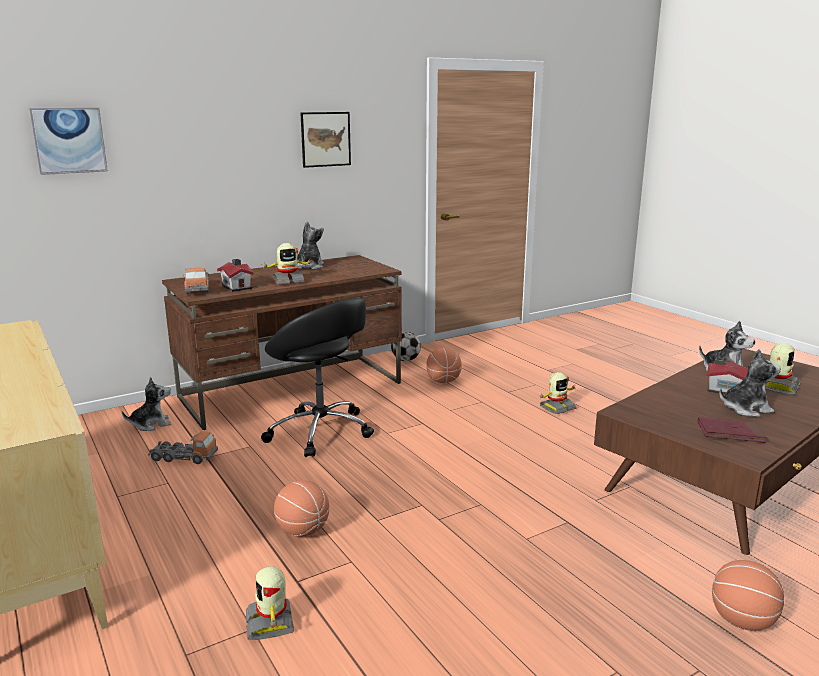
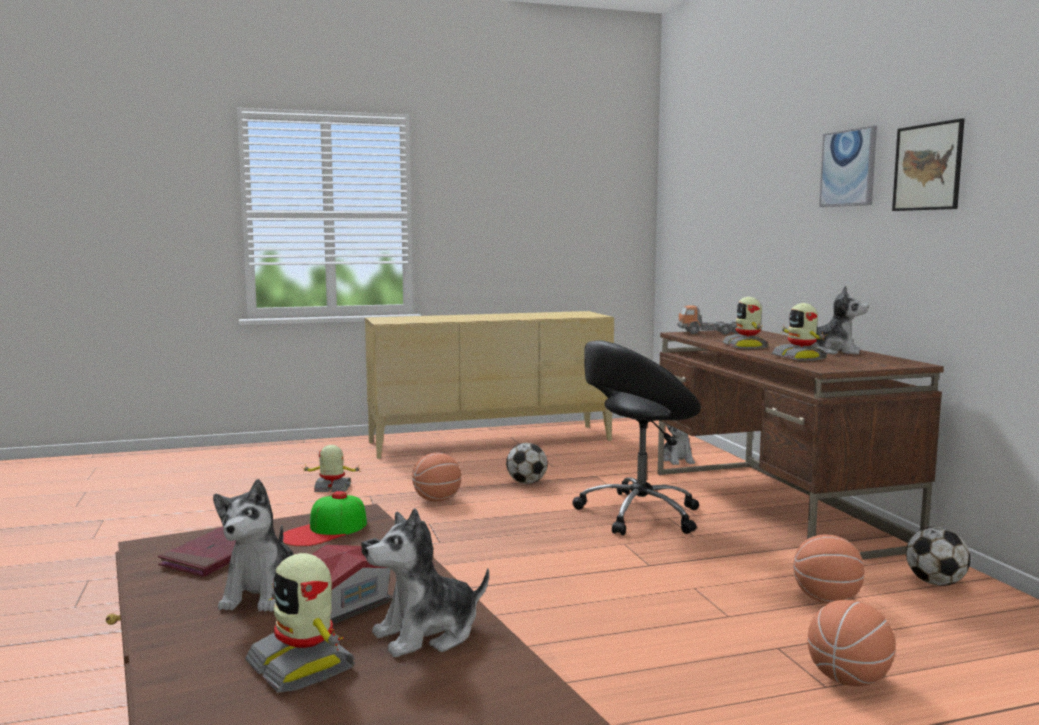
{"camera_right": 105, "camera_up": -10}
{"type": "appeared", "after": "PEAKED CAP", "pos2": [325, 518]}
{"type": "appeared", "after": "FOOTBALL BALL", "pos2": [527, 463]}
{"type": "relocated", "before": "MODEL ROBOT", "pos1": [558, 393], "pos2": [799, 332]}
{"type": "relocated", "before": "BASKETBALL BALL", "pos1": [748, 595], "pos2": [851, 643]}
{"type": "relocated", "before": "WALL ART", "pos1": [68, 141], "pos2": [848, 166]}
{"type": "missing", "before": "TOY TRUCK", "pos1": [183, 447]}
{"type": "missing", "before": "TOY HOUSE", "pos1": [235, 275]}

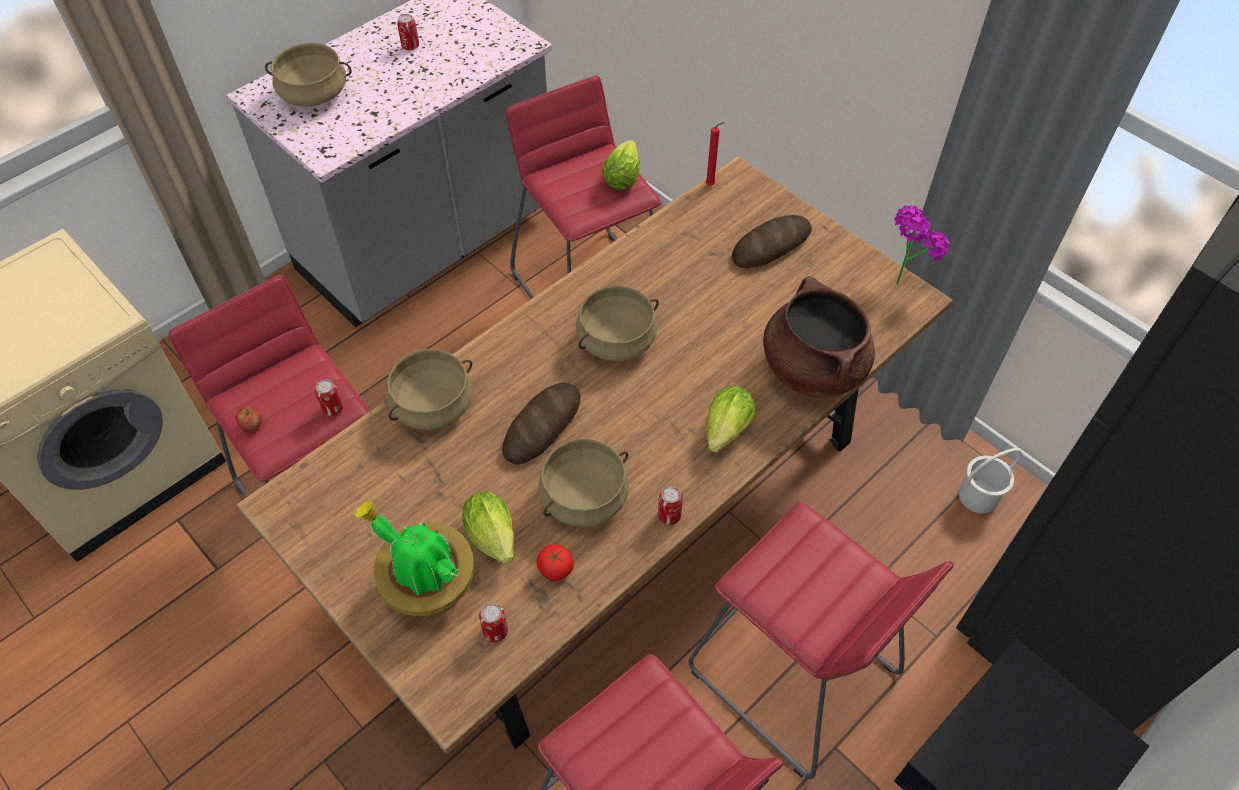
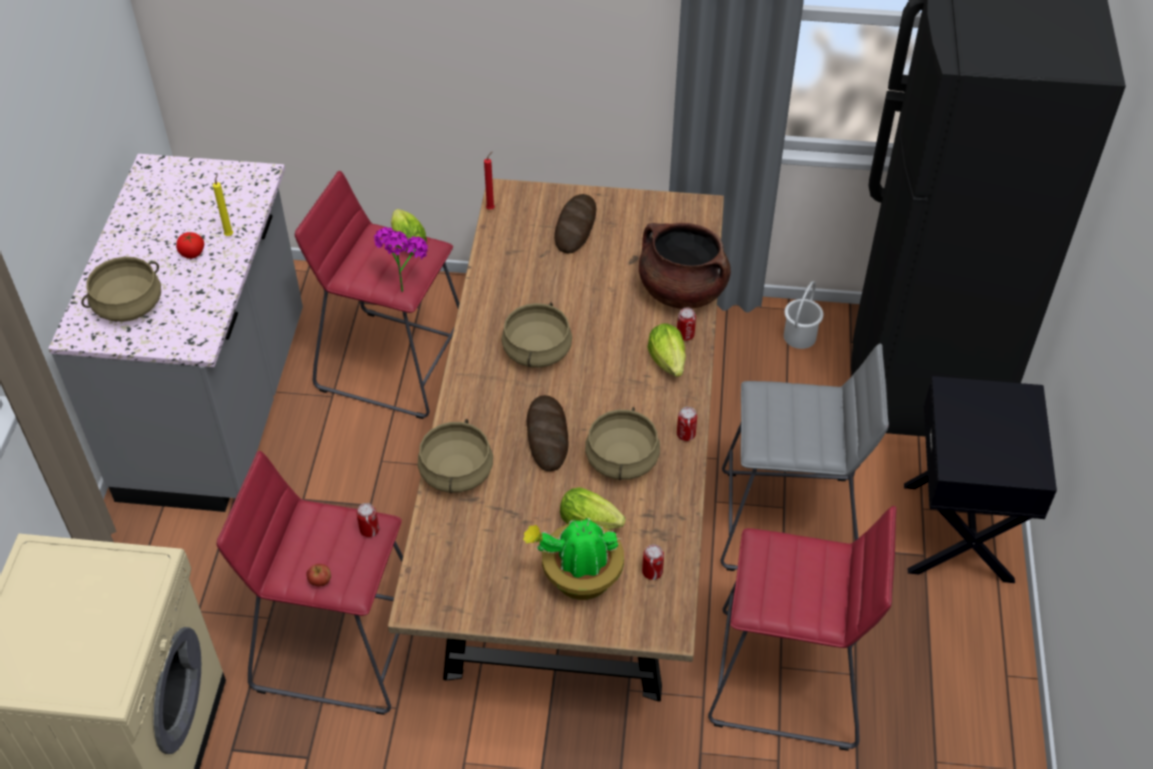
{"camera_right": -40, "camera_up": -5}
{"type": "relocated", "before": "WHOLE TOMATO", "pos1": [555, 562], "pos2": [190, 245]}
{"type": "appeared", "after": "YELLOW WAX LIGHT", "pos2": [223, 204]}
{"type": "relocated", "before": "POTTED PLANT", "pos1": [922, 245], "pos2": [401, 259]}
{"type": "relocated", "before": "SEALED CAN", "pos1": [408, 32], "pos2": [686, 324]}
{"type": "colour", "before": "RED SITTING STOOL", "after": "GREY SITTING STOOL", "pos1": [821, 640], "pos2": [805, 457]}

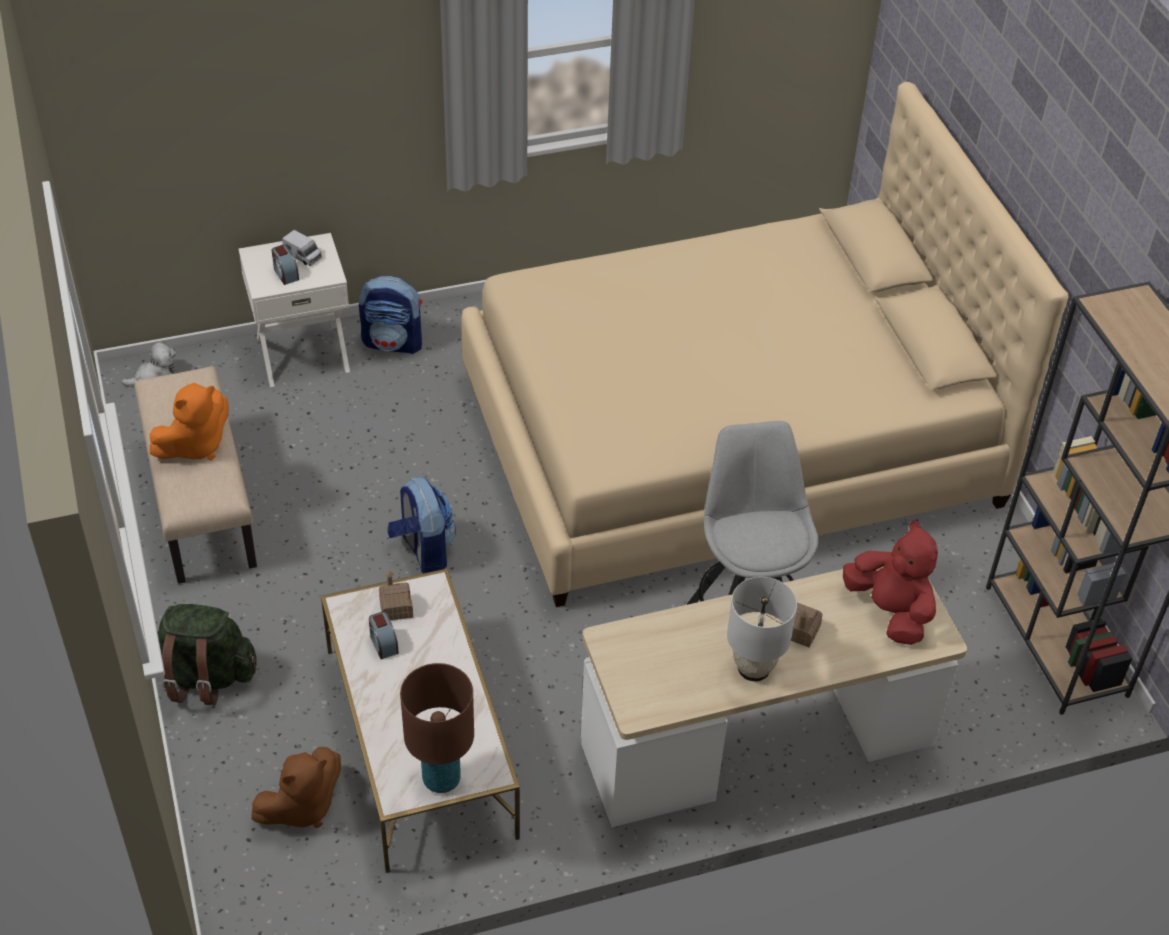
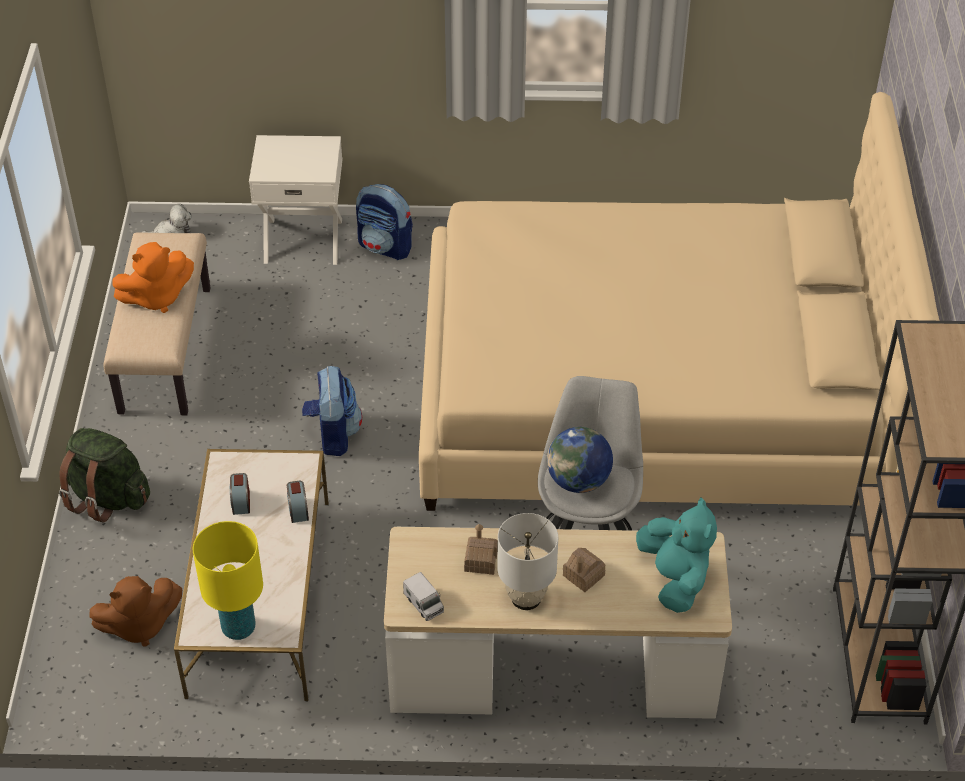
{"camera_right": 20, "camera_up": 0}
{"type": "colour", "before": "BROWNISH LAMP FOR A TABLE", "after": "YELLOW LAMP FOR A TABLE", "pos1": [437, 728], "pos2": [228, 580]}
{"type": "relocated", "before": "TABLE CLOCK", "pos1": [285, 265], "pos2": [298, 502]}
{"type": "relocated", "before": "TOY TRUCK", "pos1": [302, 248], "pos2": [423, 596]}
{"type": "relocated", "before": "TOY HOUSE", "pos1": [396, 596], "pos2": [481, 549]}
{"type": "appeared", "after": "WORLD GLOBE", "pos2": [580, 460]}
{"type": "colour", "before": "RED PLUSH TOY", "after": "BLUE-GREEN PLUSH TOY", "pos1": [890, 582], "pos2": [676, 555]}

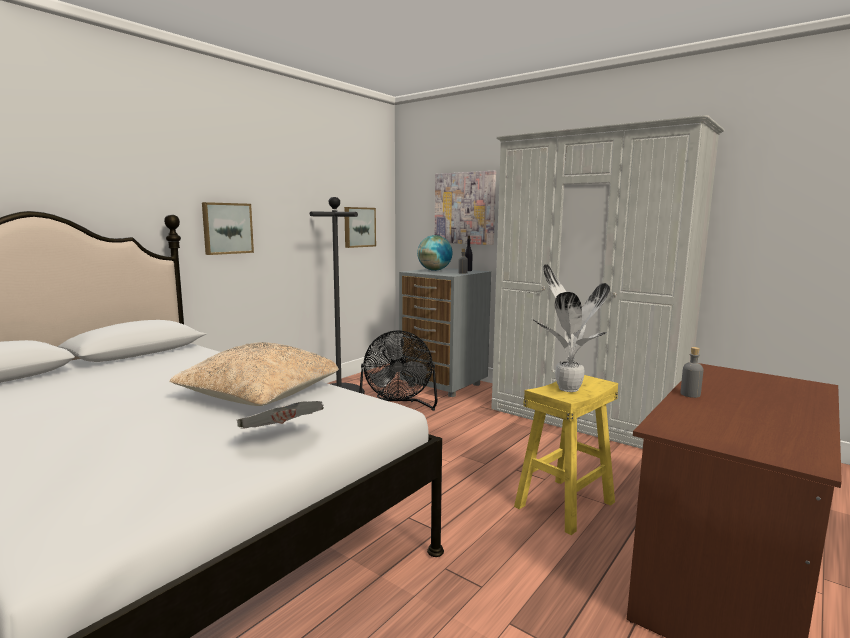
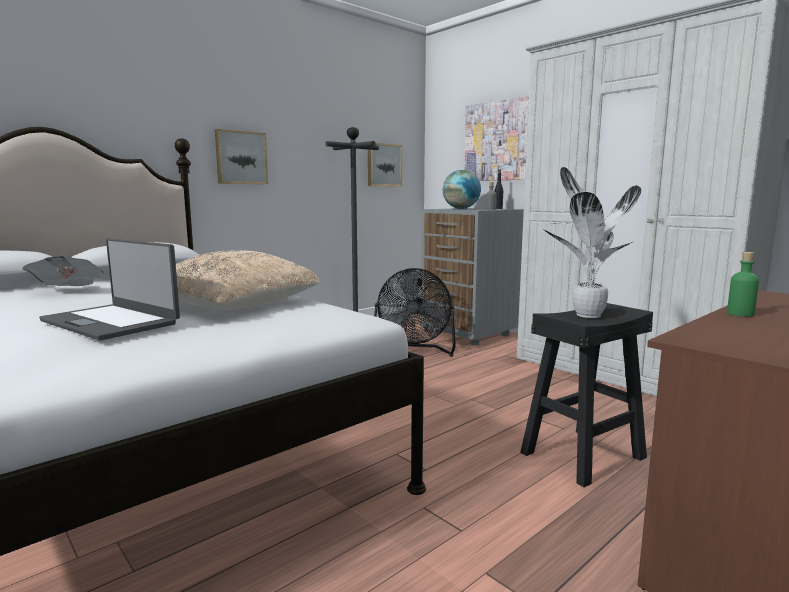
{"camera_right": 10, "camera_up": 0}
{"type": "relocated", "before": "DAILY PAPER", "pos1": [280, 415], "pos2": [63, 271]}
{"type": "appeared", "after": "PORTABLE COMPUTER", "pos2": [109, 289]}
{"type": "colour", "before": "YELLOW SITTING STOOL", "after": "BLACK SITTING STOOL", "pos1": [566, 455], "pos2": [586, 395]}
{"type": "colour", "before": "GREY BOTTLE", "after": "GREEN-COLOURED BOTTLE", "pos1": [692, 372], "pos2": [743, 284]}

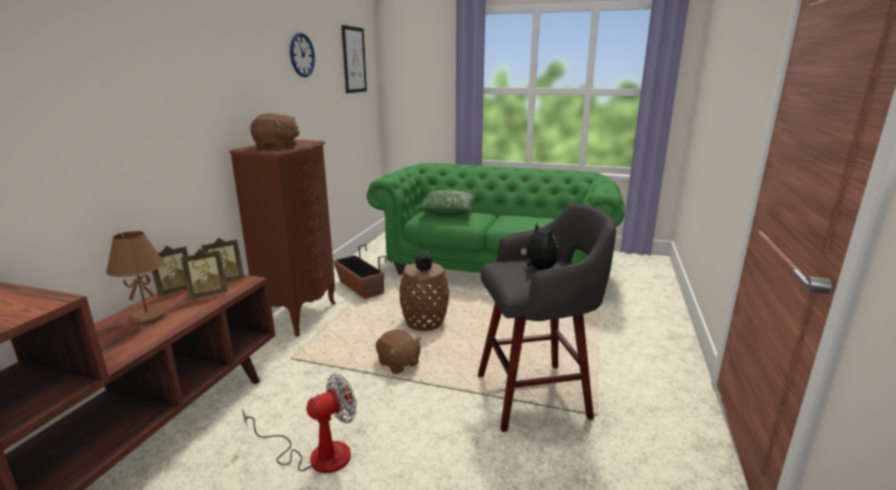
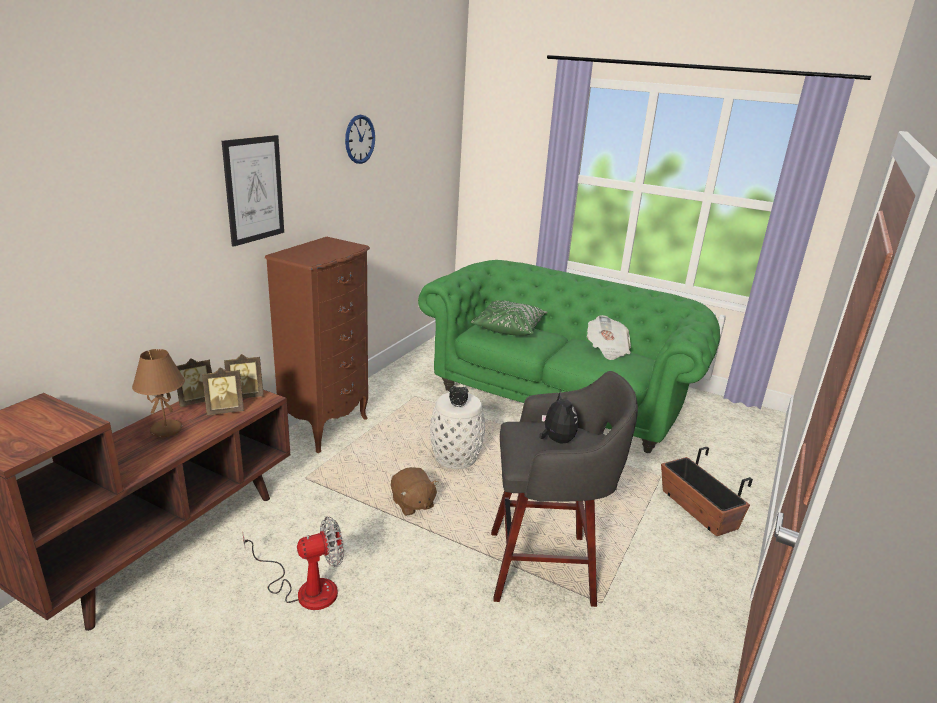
{"camera_right": 10, "camera_up": 5}
{"type": "relocated", "before": "WALL ART", "pos1": [354, 59], "pos2": [253, 191]}
{"type": "colour", "before": "BROWNISH SITTING STOOL", "after": "WHITE-COLOURED SITTING STOOL", "pos1": [424, 297], "pos2": [457, 431]}
{"type": "appeared", "after": "DAILY PAPER", "pos2": [609, 337]}
{"type": "relocated", "before": "FLOWER POT", "pos1": [359, 271], "pos2": [707, 491]}
{"type": "missing", "before": "BROWNISH PLUSH TOY", "pos1": [275, 131]}

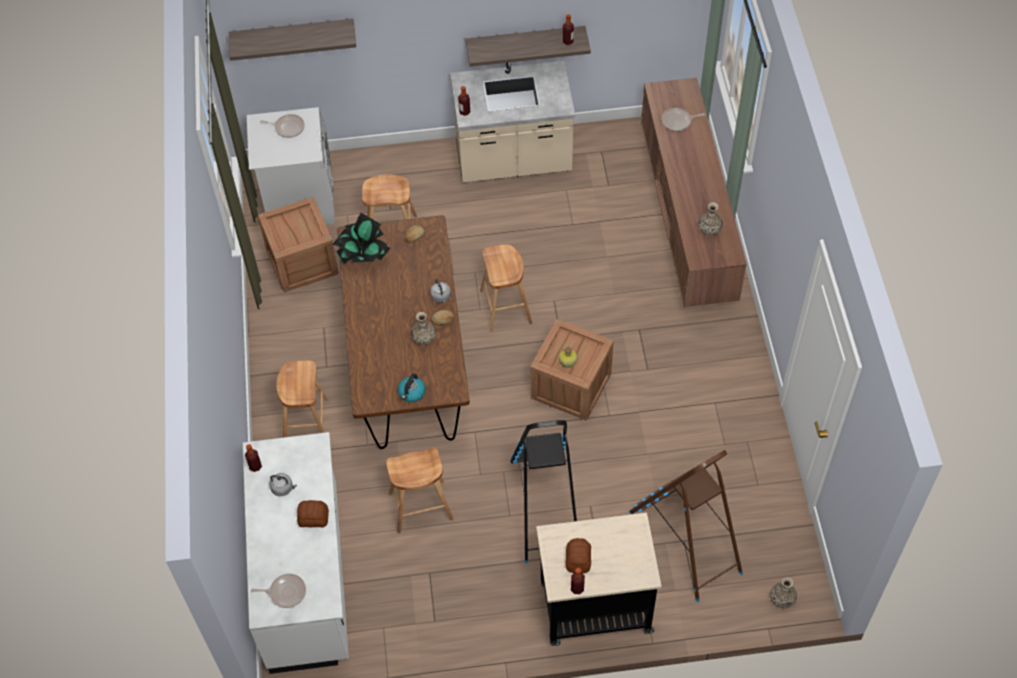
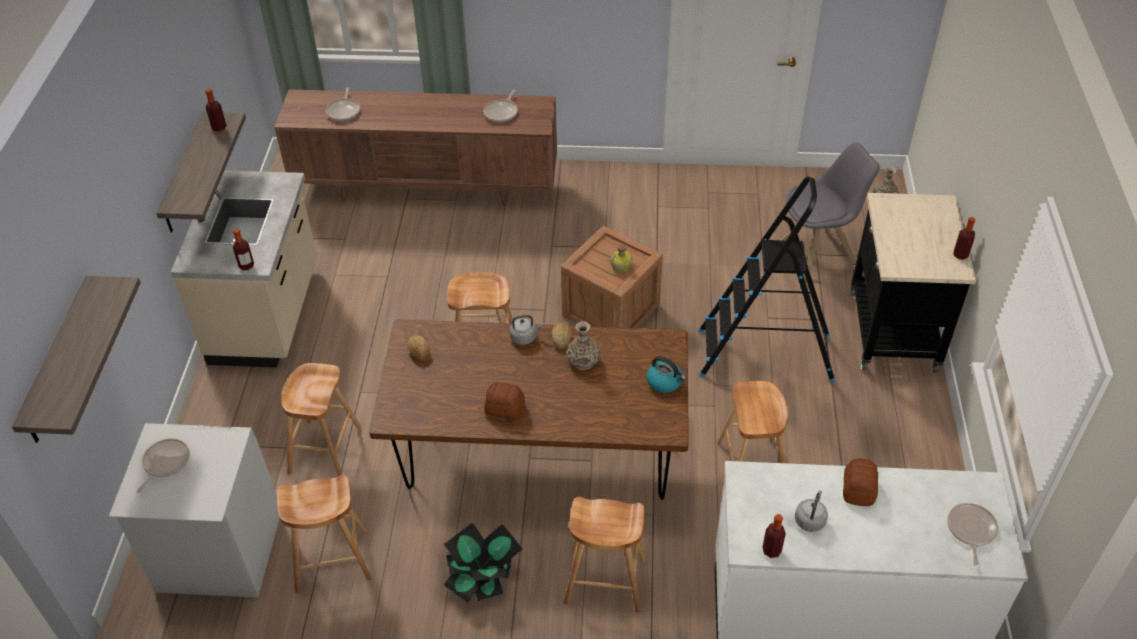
{"camera_right": -80, "camera_up": -10}
{"type": "exchanged", "before": "PACKING CRATE", "after": "BROWNISH SITTING STOOL", "pos1": [298, 244], "pos2": [324, 534]}
{"type": "relocated", "before": "POTTED PLANT", "pos1": [361, 239], "pos2": [483, 563]}
{"type": "exchanged", "before": "FLOWER VASE", "after": "SKILLET", "pos1": [710, 219], "pos2": [501, 105]}
{"type": "relocated", "before": "BAKERY BREAD", "pos1": [578, 555], "pos2": [504, 401]}
{"type": "exchanged", "before": "BROWNISH STEP LADDER", "after": "GREY CHAIR", "pos1": [686, 526], "pos2": [830, 211]}

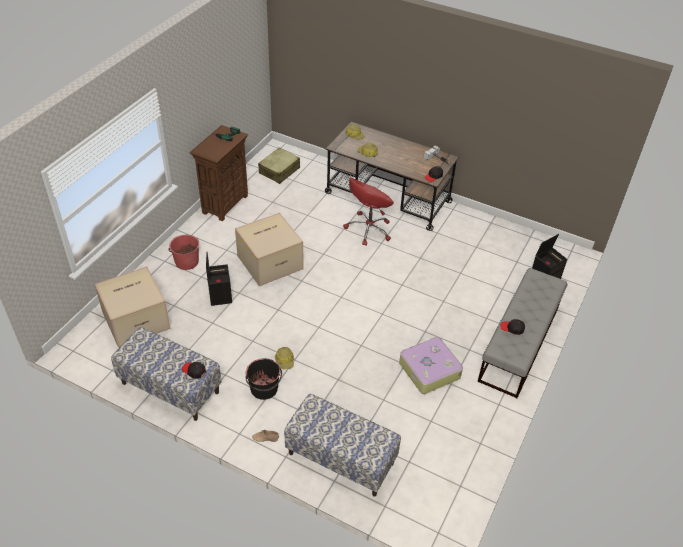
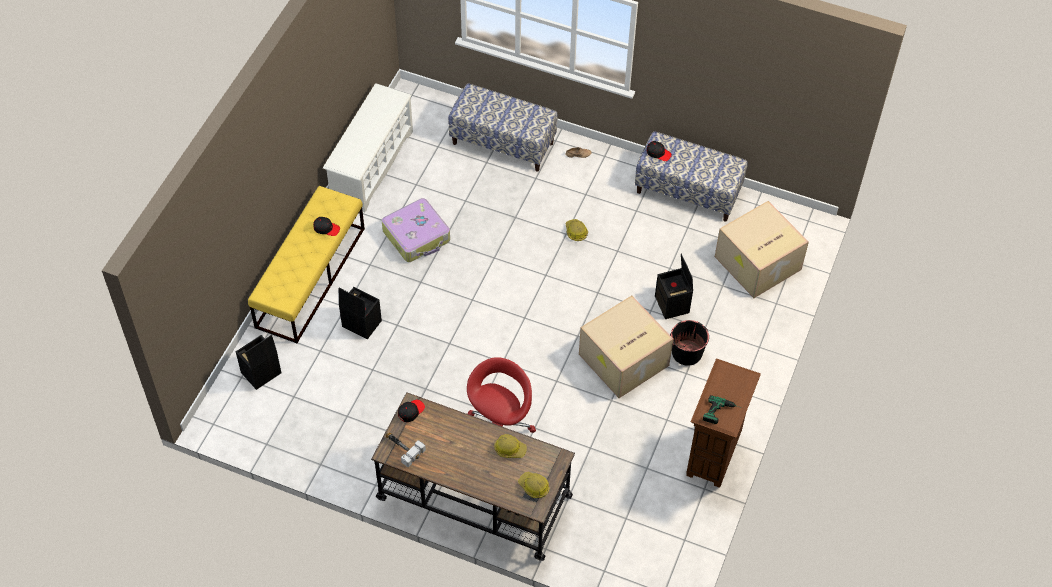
{"camera_right": 175, "camera_up": 10}
{"type": "colour", "before": "GREY BENCH", "after": "YELLOW BENCH", "pos1": [522, 333], "pos2": [306, 264]}
{"type": "appeared", "after": "WHITE-COLOURED SHOE SHELF", "pos2": [368, 147]}
{"type": "appeared", "after": "BLACK STORAGE CONTAINER", "pos2": [360, 313]}
{"type": "relocated", "before": "BLACK PAIL", "pos1": [263, 379], "pos2": [689, 343]}
{"type": "missing", "before": "RED PAIL", "pos1": [184, 252]}
{"type": "missing", "before": "SAND-COLOURED PIECE OF LUGGAGE", "pos1": [279, 166]}

